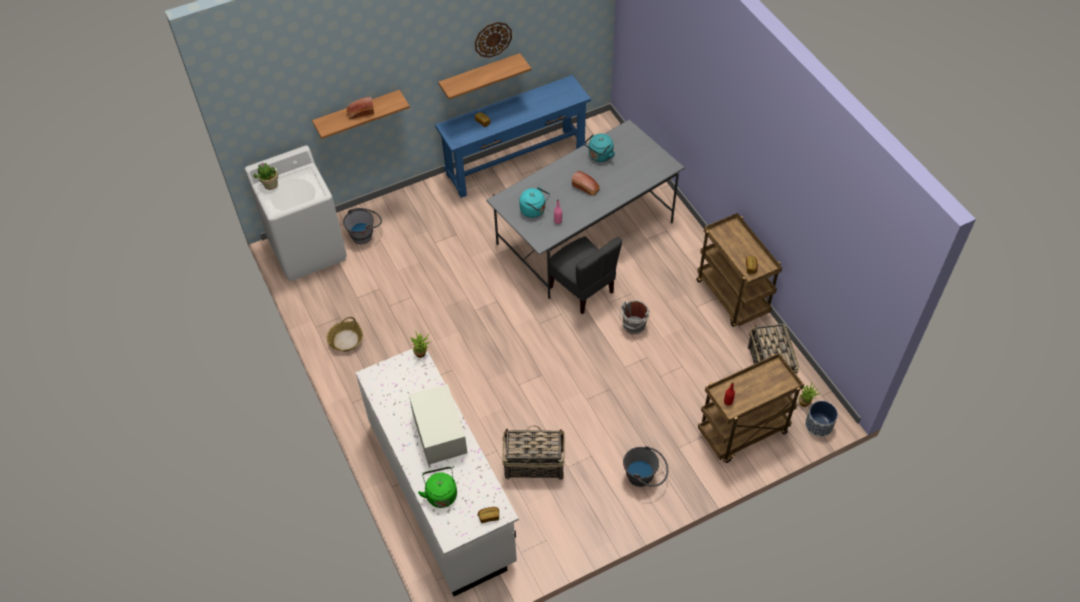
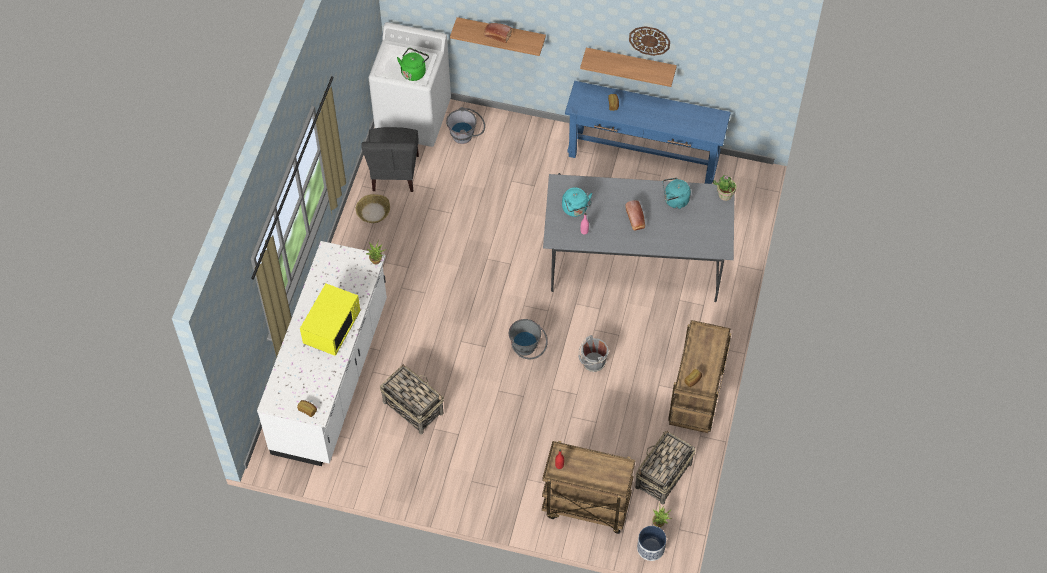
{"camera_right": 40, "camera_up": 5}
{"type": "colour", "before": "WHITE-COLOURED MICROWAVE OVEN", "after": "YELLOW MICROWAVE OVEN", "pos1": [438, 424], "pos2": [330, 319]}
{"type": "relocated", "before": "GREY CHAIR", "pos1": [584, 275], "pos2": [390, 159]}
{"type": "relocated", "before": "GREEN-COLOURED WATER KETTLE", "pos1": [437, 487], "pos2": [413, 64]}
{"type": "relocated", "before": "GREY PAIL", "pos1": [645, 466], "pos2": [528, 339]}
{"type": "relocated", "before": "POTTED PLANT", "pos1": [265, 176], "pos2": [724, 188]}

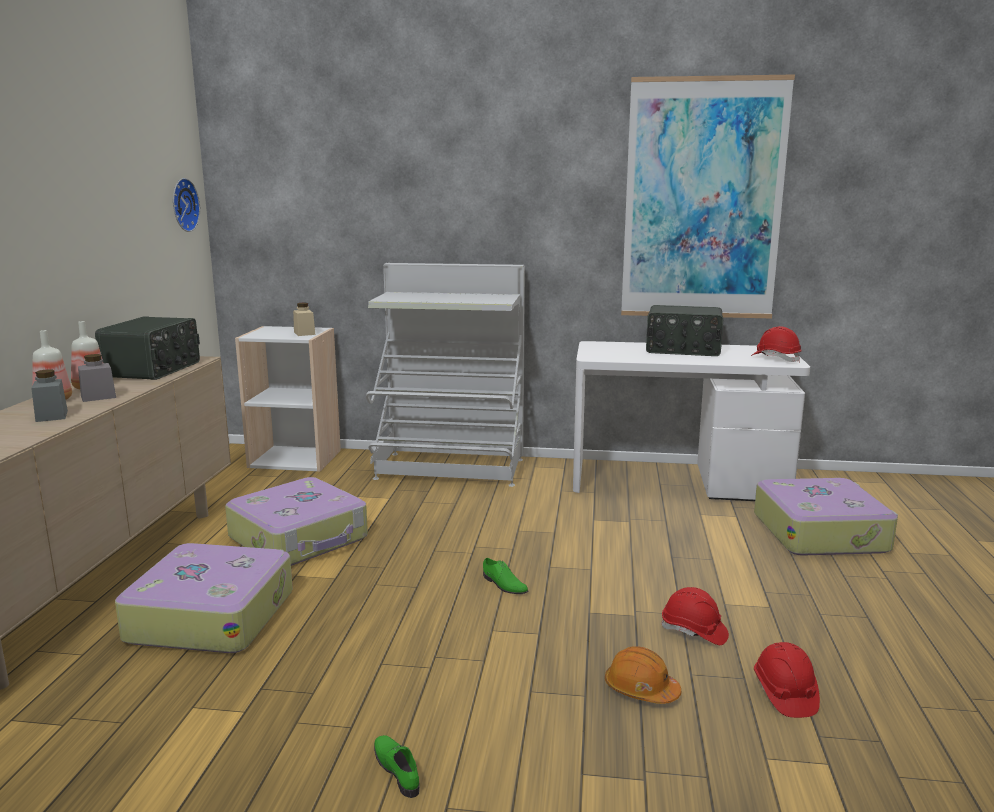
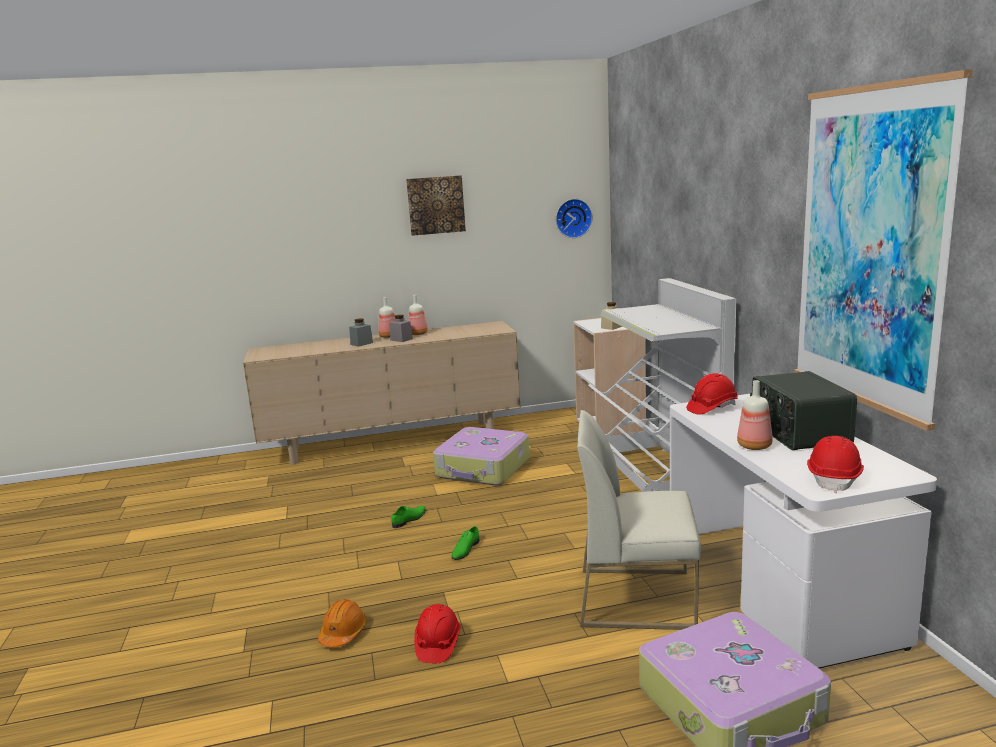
{"camera_right": 70, "camera_up": 0}
{"type": "relocated", "before": "GREEN-COLOURED LOW SHOE", "pos1": [397, 766], "pos2": [408, 517]}
{"type": "appeared", "after": "WALL ART", "pos2": [436, 205]}
{"type": "appeared", "after": "WHITE-COLOURED CHAIR", "pos2": [639, 520]}
{"type": "relocated", "before": "RED WORK HELMET", "pos1": [787, 680], "pos2": [712, 394]}
{"type": "appeared", "after": "BOTTLE", "pos2": [755, 415]}
{"type": "missing", "before": "RADIO SET", "pos1": [147, 348]}
{"type": "missing", "before": "PIECE OF LUGGAGE", "pos1": [204, 598]}

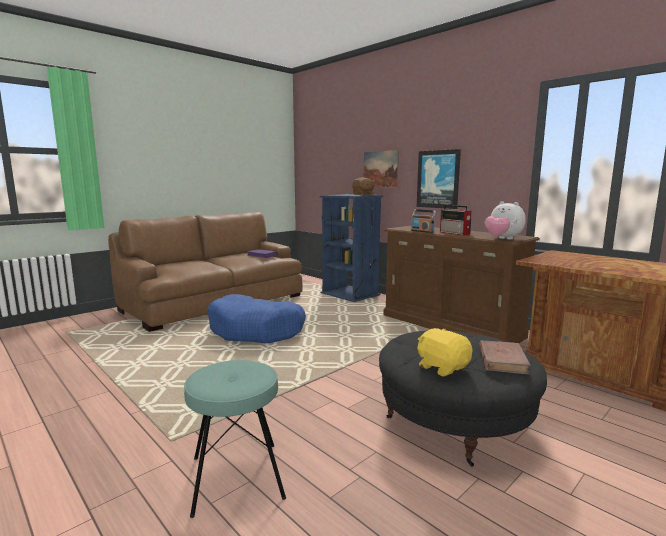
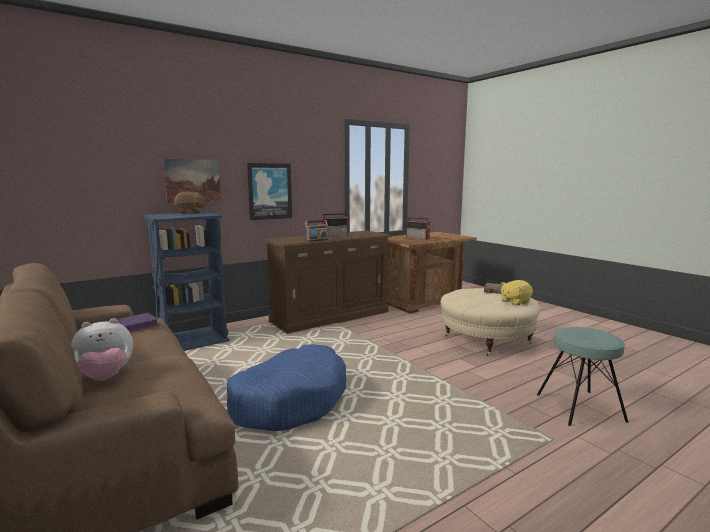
{"camera_right": -80, "camera_up": 0}
{"type": "relocated", "before": "PLUSH TOY", "pos1": [505, 220], "pos2": [102, 349]}
{"type": "appeared", "after": "RADIO SET", "pos2": [418, 228]}
{"type": "colour", "before": "BLACK POUFFE", "after": "SAND-COLOURED POUFFE", "pos1": [463, 398], "pos2": [491, 322]}

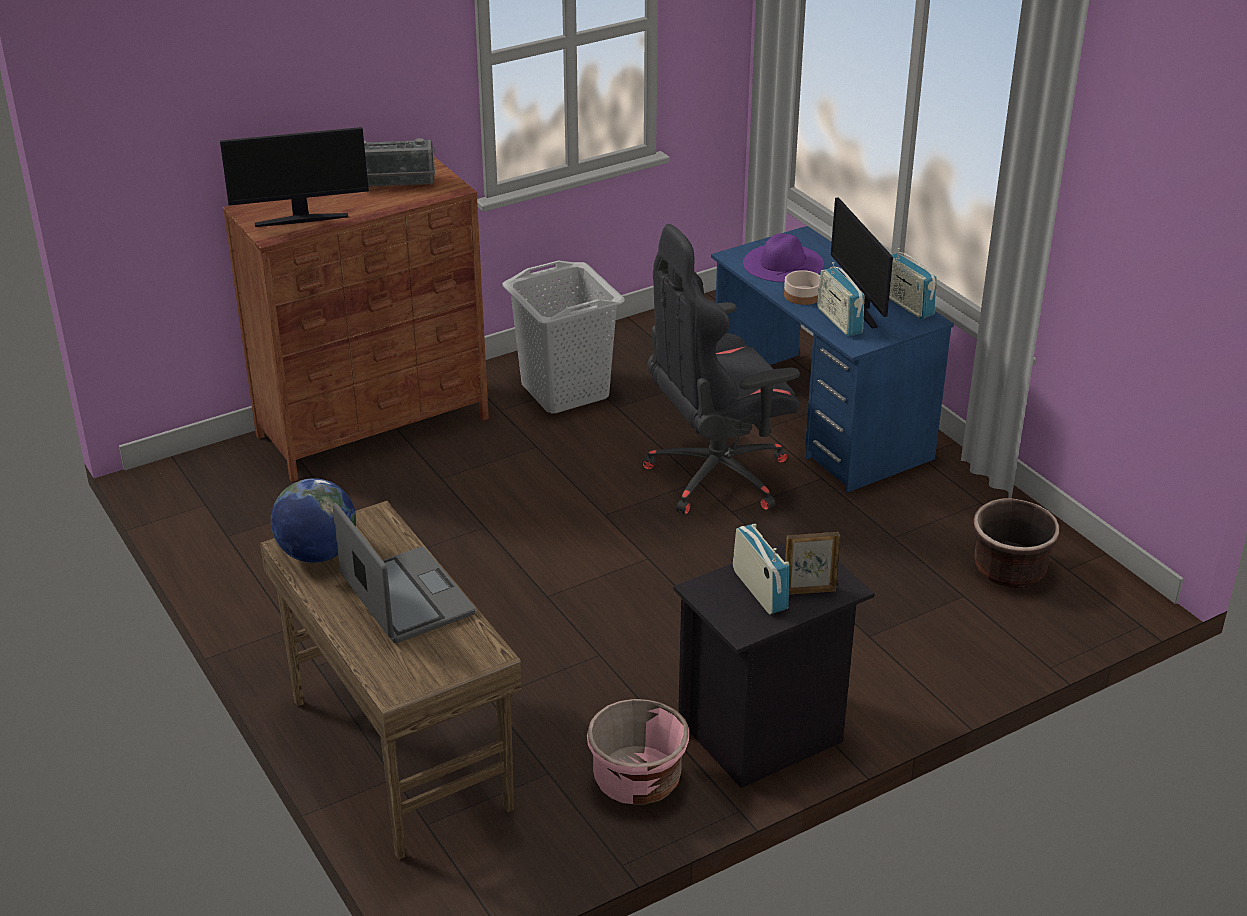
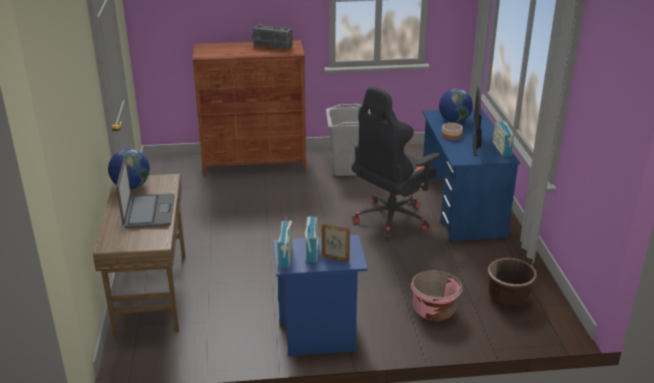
{"camera_right": 25, "camera_up": -5}
{"type": "colour", "before": "BLACK NIGHT TABLE", "after": "BLUE-COLOURED NIGHT TABLE", "pos1": [774, 665], "pos2": [320, 295]}
{"type": "relocated", "before": "RADIO SET", "pos1": [840, 299], "pos2": [284, 242]}
{"type": "spun", "before": "BLACK OFFICE CHAIR", "pos1": [721, 369], "pos2": [396, 163], "turn": -45}
{"type": "relocated", "before": "PINK-COLOURED FLOWER POT", "pos1": [638, 751], "pos2": [437, 295]}
{"type": "exchanged", "before": "PURPLE-COLOURED HAT", "after": "WORLD GLOBE", "pos1": [783, 257], "pos2": [456, 105]}
{"type": "missing", "before": "COMPUTER SCREEN", "pos1": [294, 177]}

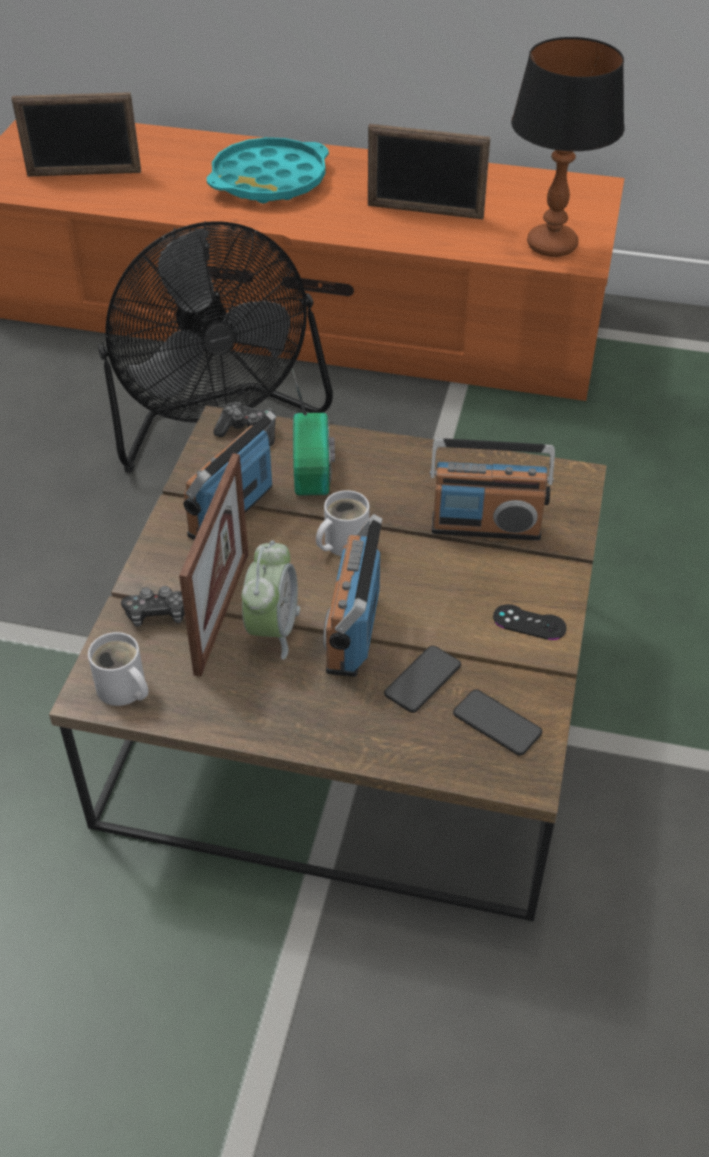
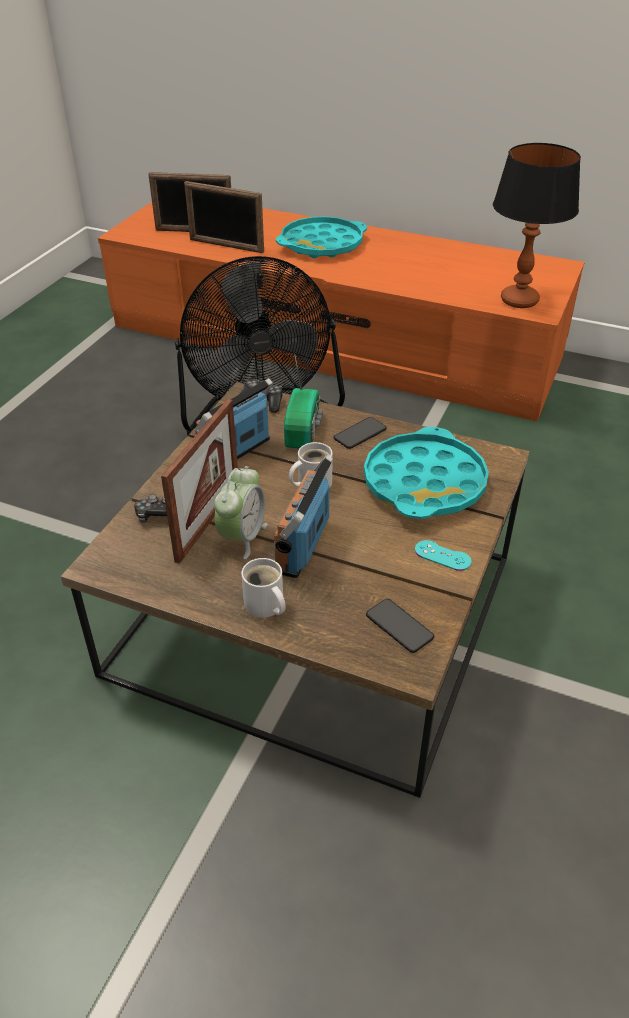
{"camera_right": 10, "camera_up": -5}
{"type": "relocated", "before": "PICTURE FRAME", "pos1": [429, 171], "pos2": [224, 217]}
{"type": "relocated", "before": "WHITE-COLOURED MUG", "pos1": [118, 669], "pos2": [263, 588]}
{"type": "relocated", "before": "PHONE", "pos1": [422, 679], "pos2": [360, 433]}
{"type": "exchanged", "before": "RADIO SET", "after": "BLUE-GREEN SERVING TRAY", "pos1": [492, 489], "pos2": [426, 473]}
{"type": "colour", "before": "BLACK JOYPAD", "after": "BLUE-GREEN JOYPAD", "pos1": [530, 622], "pos2": [443, 555]}

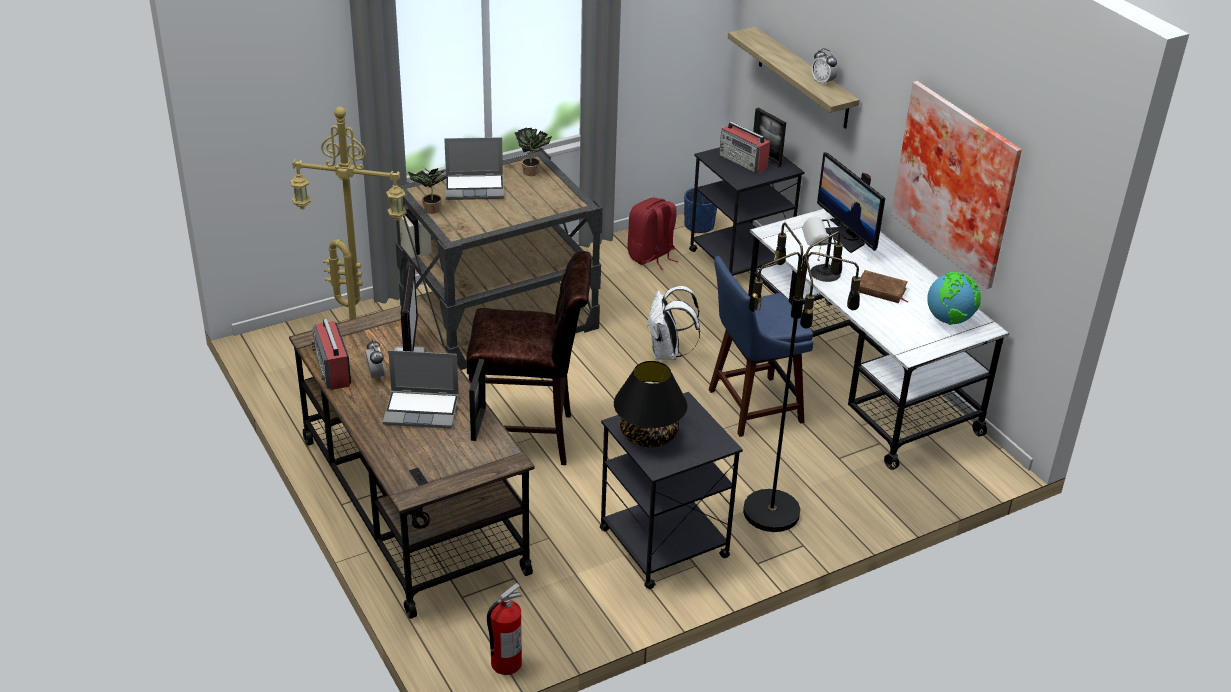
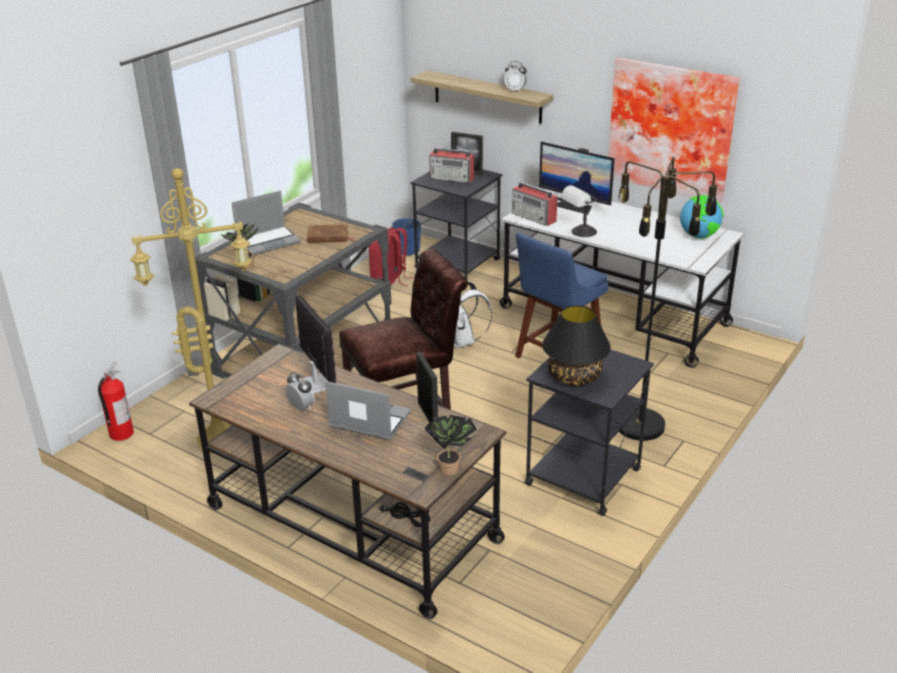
{"camera_right": -25, "camera_up": -5}
{"type": "relocated", "before": "EXTINGUISHER", "pos1": [504, 629], "pos2": [116, 401]}
{"type": "relocated", "before": "BROWNISH BOUND BOOK", "pos1": [884, 286], "pos2": [330, 233]}
{"type": "spun", "before": "PORTABLE COMPUTER", "pos1": [421, 389], "pos2": [368, 410], "turn": -135}
{"type": "relocated", "before": "POTTED PLANT", "pos1": [533, 151], "pos2": [450, 445]}
{"type": "relocated", "before": "RADIO SET", "pos1": [331, 354], "pos2": [534, 204]}

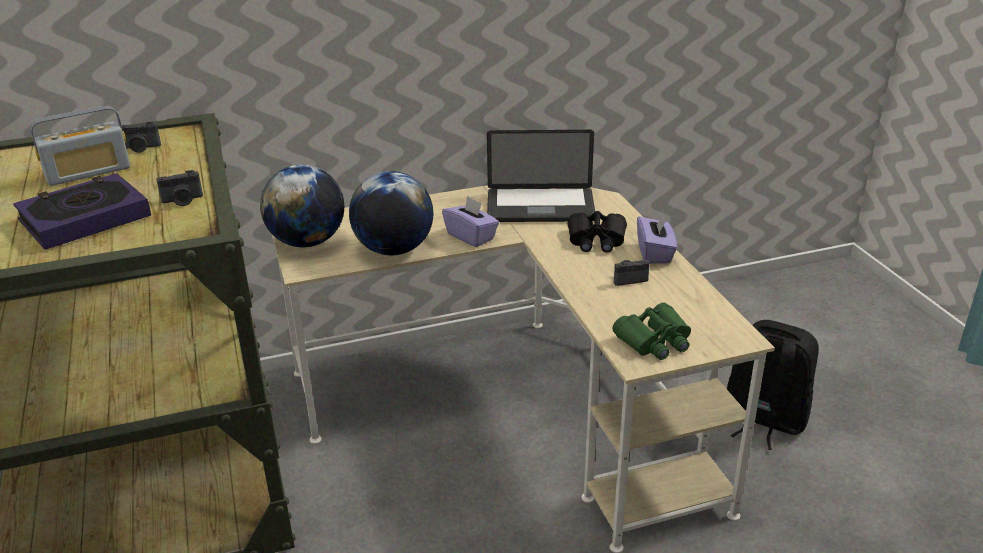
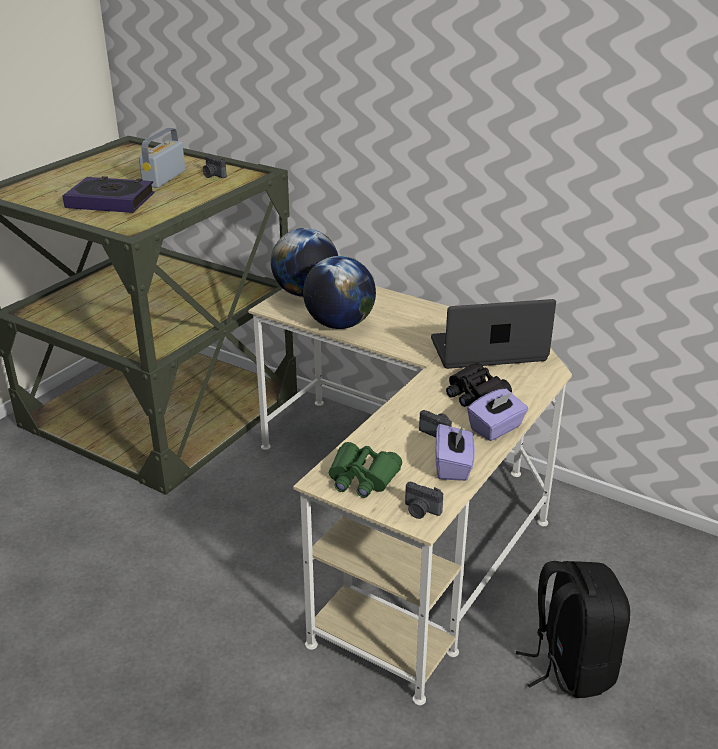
{"camera_right": 50, "camera_up": 0}
{"type": "spun", "before": "RADIO SET", "pos1": [80, 146], "pos2": [162, 158], "turn": 90}
{"type": "relocated", "before": "PHOTO CAMERA", "pos1": [179, 188], "pos2": [424, 500]}
{"type": "spun", "before": "PORTABLE COMPUTER", "pos1": [541, 176], "pos2": [493, 334], "turn": 120}
{"type": "relocated", "before": "PURPLE-COLOURED TISSUE HOLDER", "pos1": [470, 221], "pos2": [455, 452]}

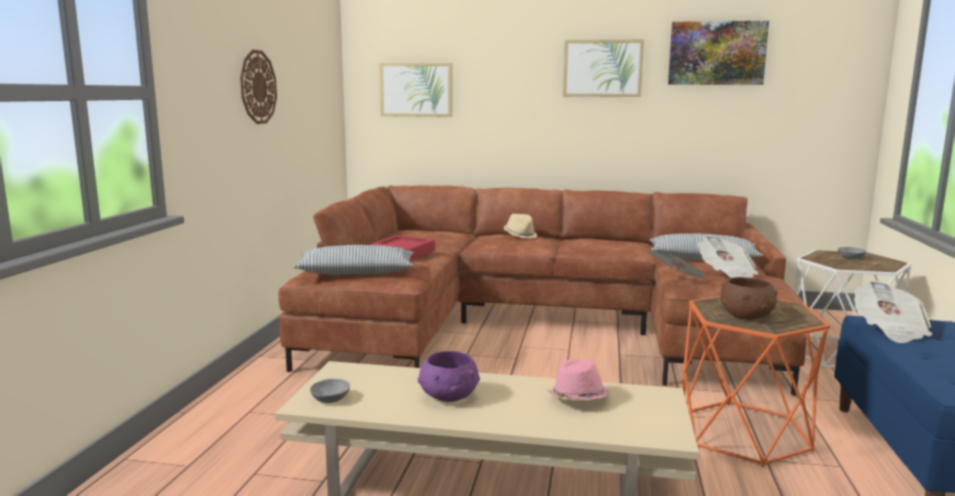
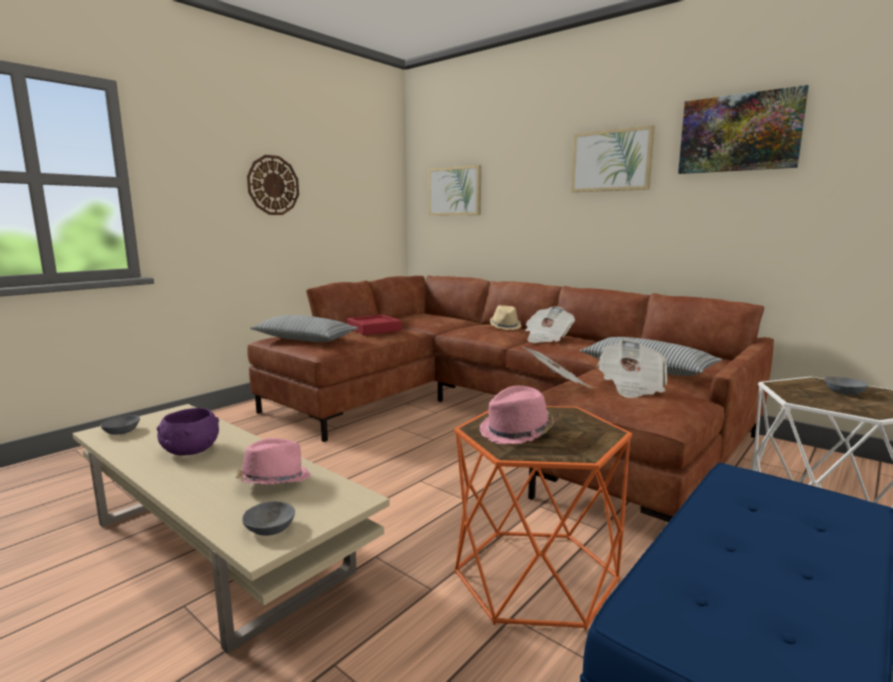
{"camera_right": 30, "camera_up": 0}
{"type": "appeared", "after": "GREY BOWL", "pos2": [268, 518]}
{"type": "exchanged", "before": "BROWNISH BOWL", "after": "PINK-COLOURED HAT", "pos1": [748, 298], "pos2": [517, 415]}
{"type": "relocated", "before": "DAILY PAPER", "pos1": [893, 312], "pos2": [550, 324]}

